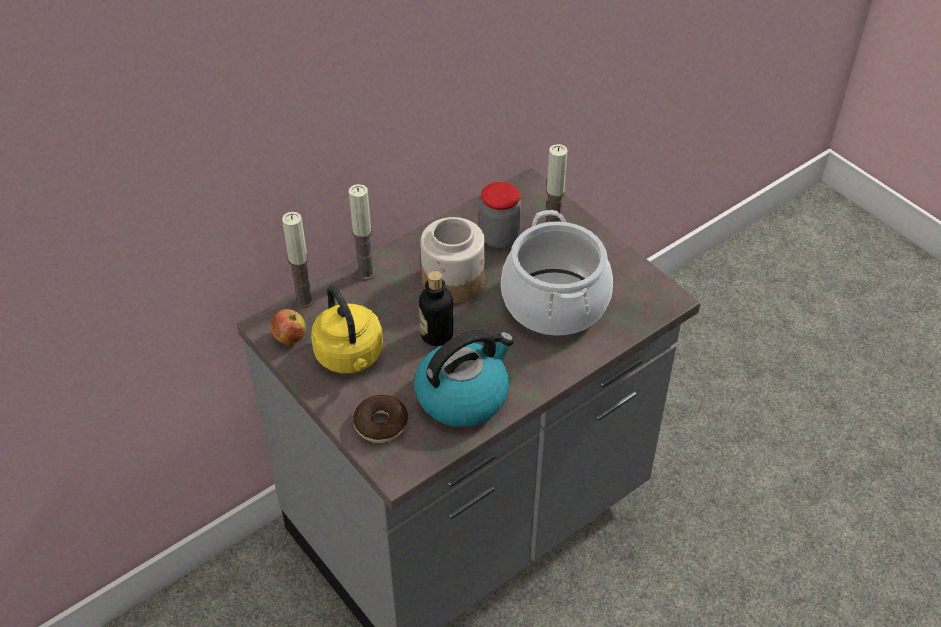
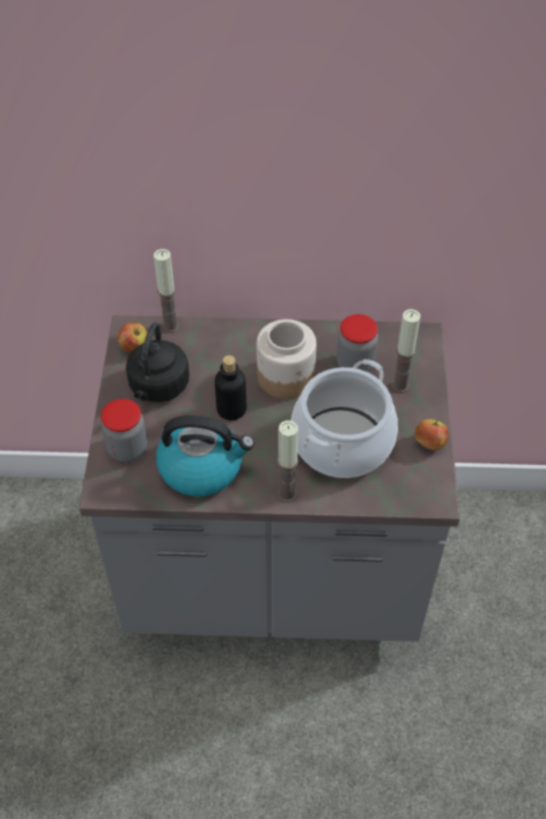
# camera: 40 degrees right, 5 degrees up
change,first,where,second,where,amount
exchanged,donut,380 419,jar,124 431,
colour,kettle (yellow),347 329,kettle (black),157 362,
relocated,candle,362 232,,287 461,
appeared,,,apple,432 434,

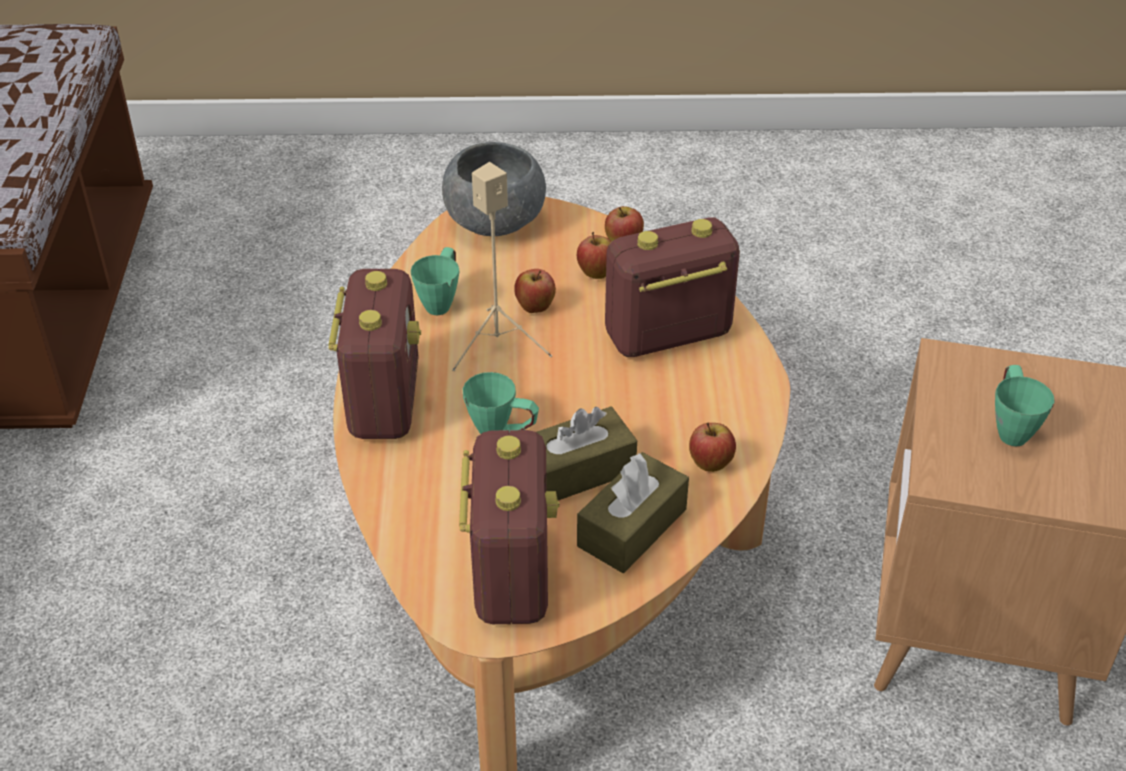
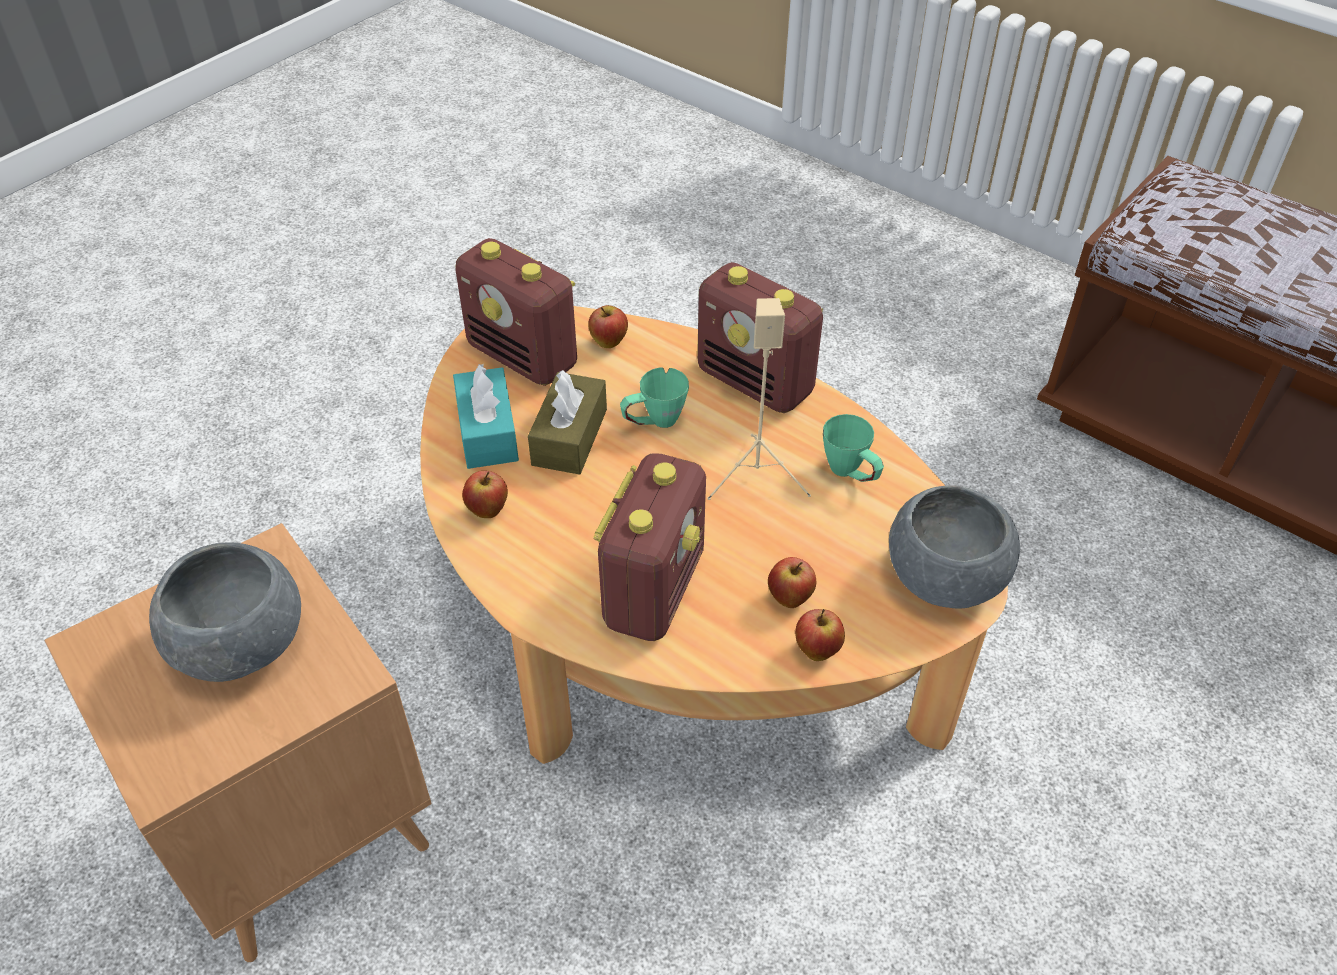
# camera: 130 degrees right, 5 degrees up
change,first,where,second,where,amount
exchanged,mug (green),1025 405,bowl (grey),225 612,
colour,tissue box (brown),633 512,tissue box (turquoise),486 416,
relocated,apple,535 291,,608 326,

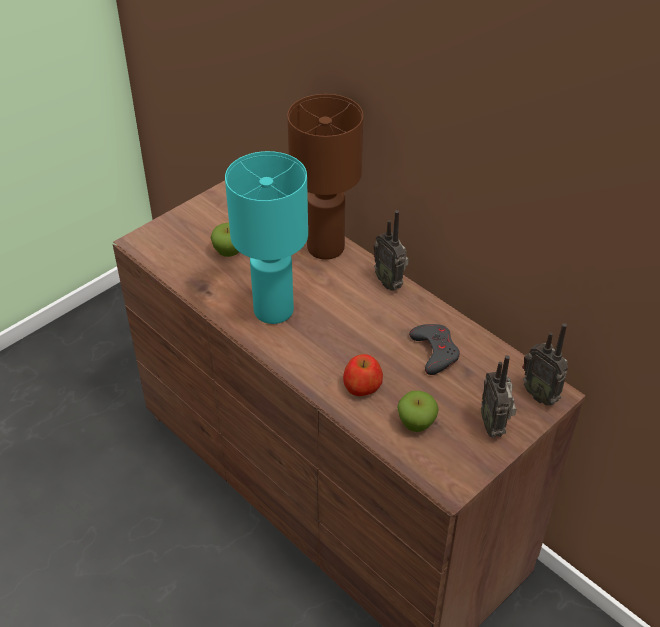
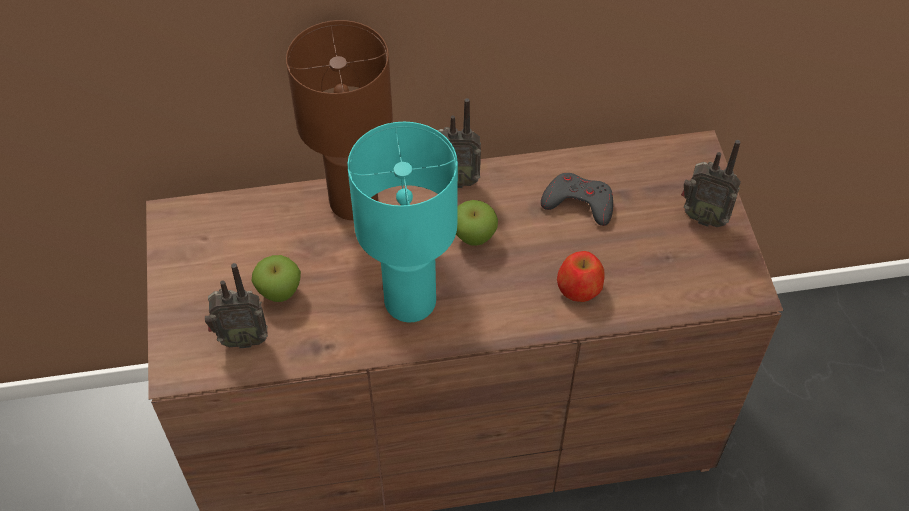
# camera: 55 degrees left, 10 degrees up
change,first,where,second,where,amount
relocated,radio,545 364,,236 305,
relocated,apple,418 411,,477 223,

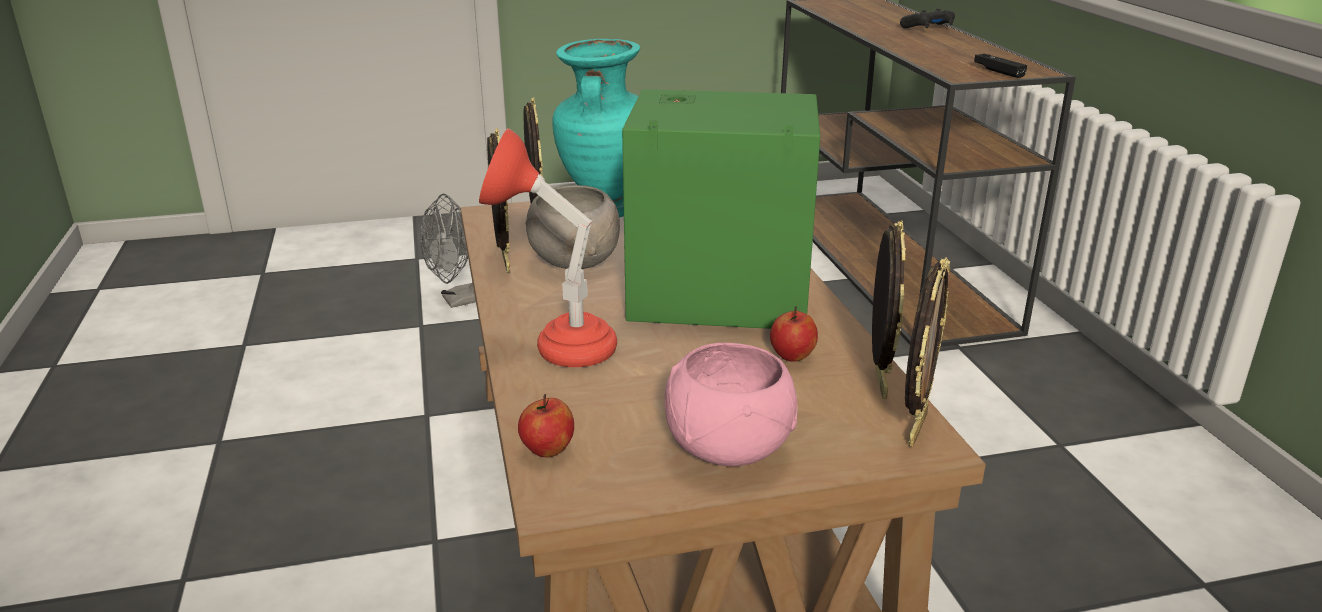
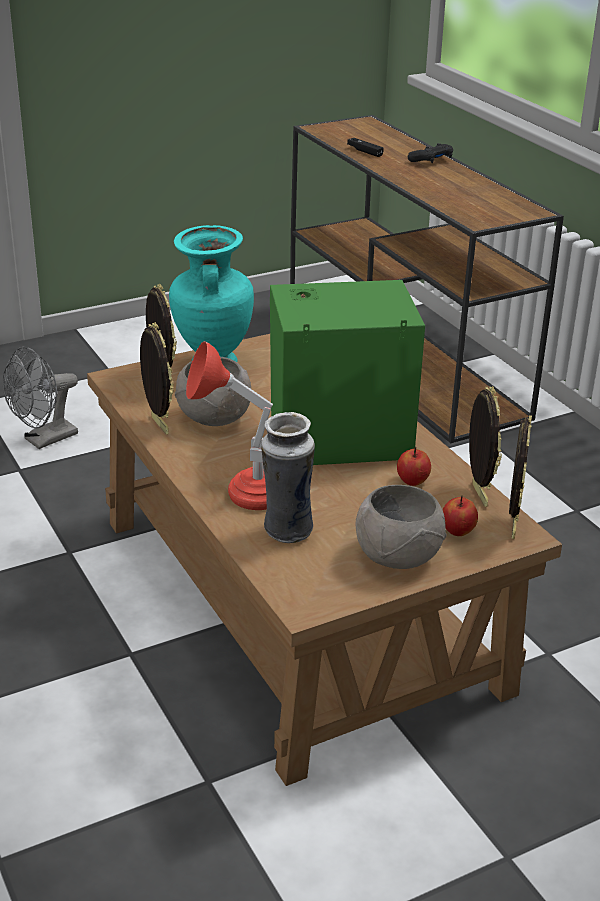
# camera: 15 degrees left, 5 degrees up
change,first,where,second,where,amount
appeared,,,vase,288 477,
relocated,game controller (black),1000 66,,365 147,
colour,bowl (pink),731 404,bowl (grey),401 527,
relocated,apple,546 425,,460 515,

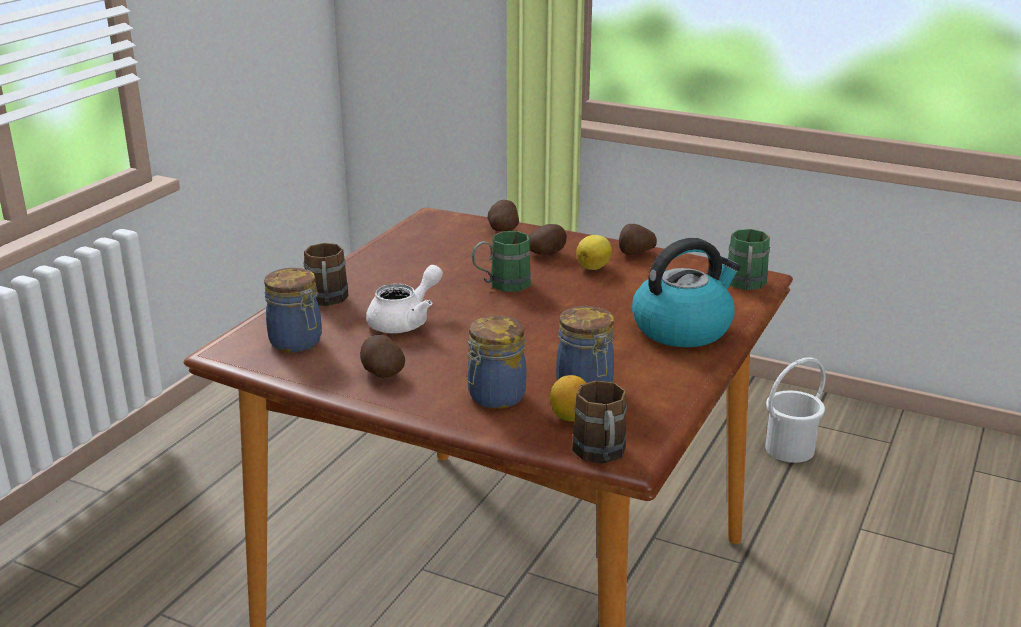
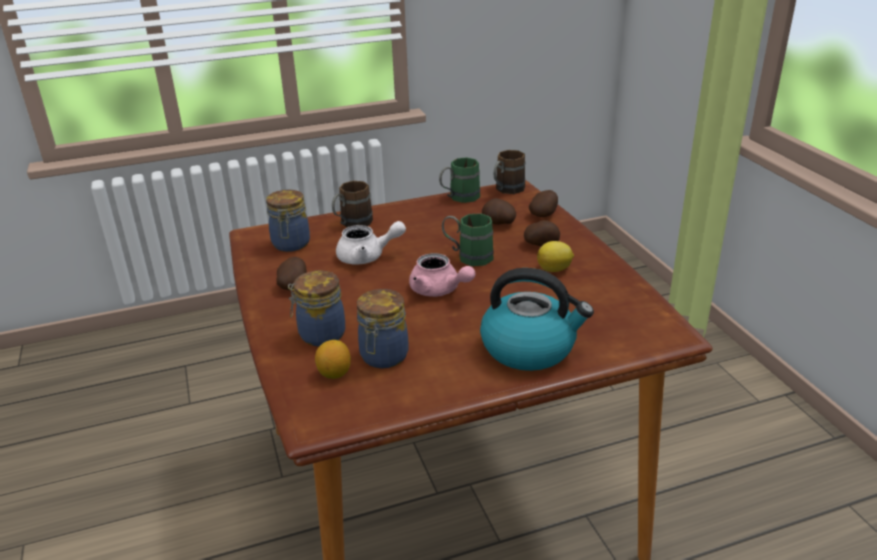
# camera: 45 degrees right, 5 degrees up
change,first,where,second,where,amount
appeared,,,teapot (pink),442 275,
relocated,mug (green),749 259,,459 180,
relocated,potato,638 239,,499 211,
relocated,mug (brown),599 422,,509 172,
missing,bucket (white),795 410,,,

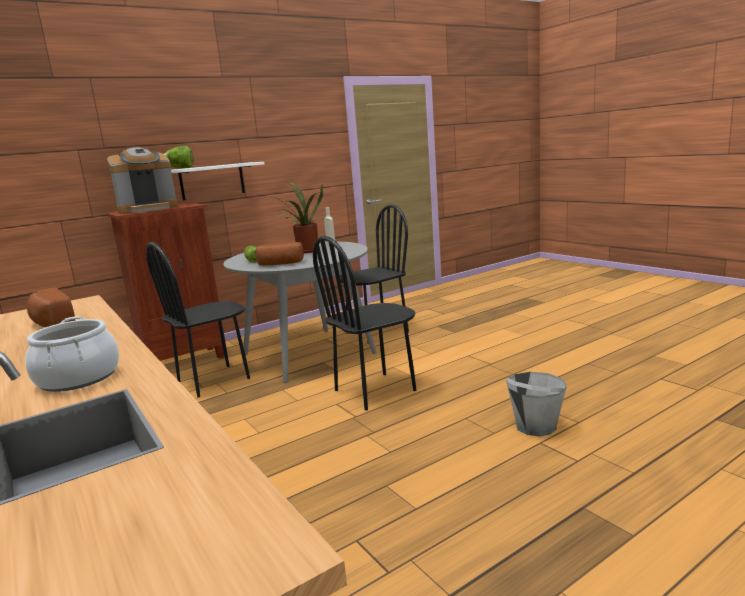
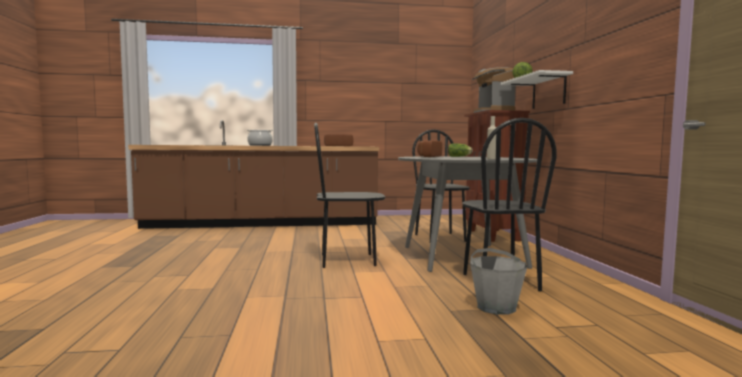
# camera: 115 degrees right, 10 degrees down
change,first,where,second,where,amount
spun,chair (black),364 323,,349 195,90 degrees counterclockwise
relocated,bucket (grey),536 404,,498 281,
missing,potted plant,300 217,,,

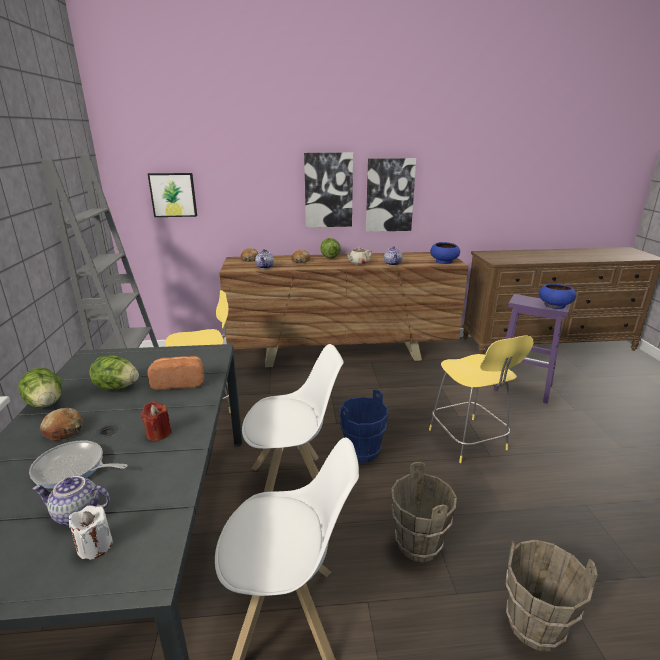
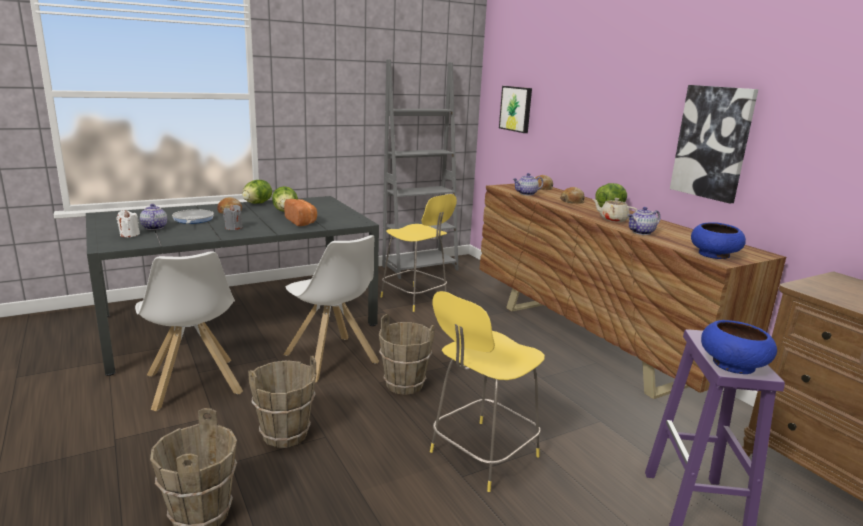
# camera: 65 degrees right, 5 degrees down
change,first,where,second,where,amount
colour,candle (red),156 421,candle (grey),232 217,
colour,bucket (blue),363 426,bucket (brown),407 354,
missing,picture,328 189,,,

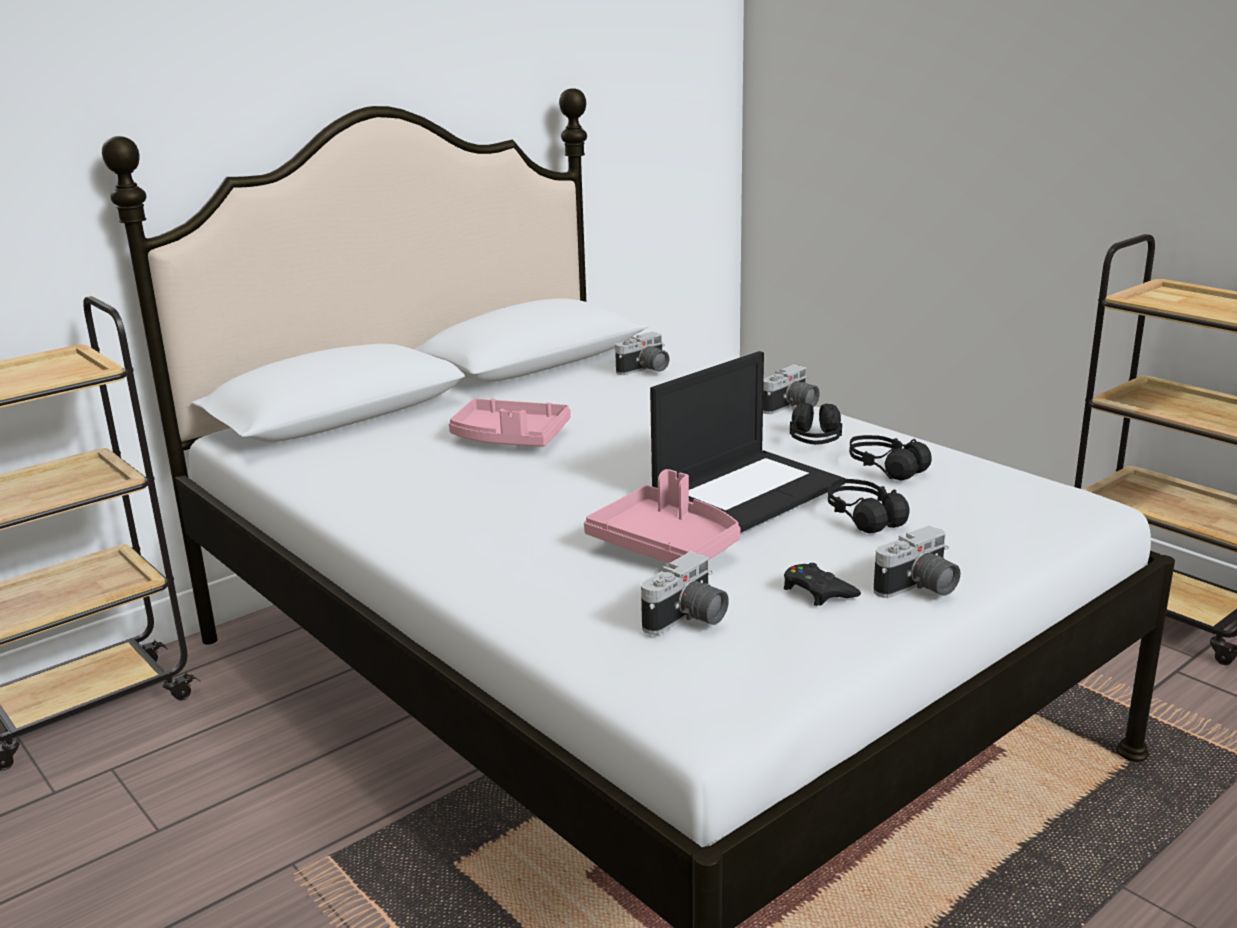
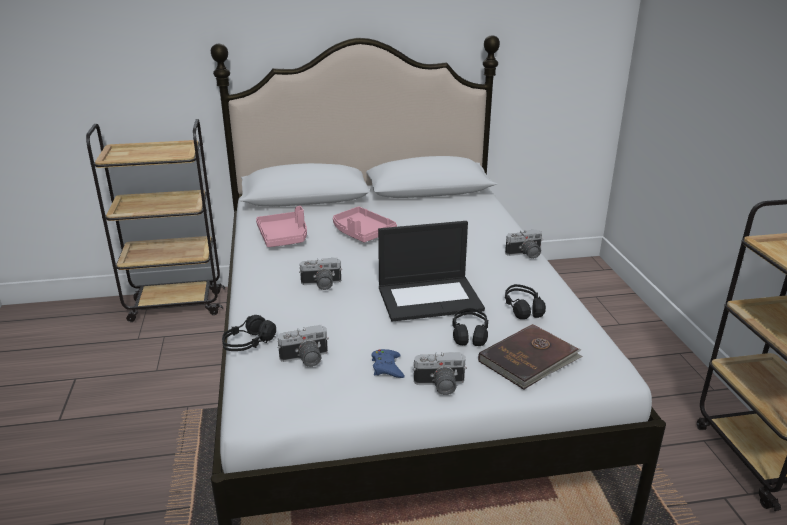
# camera: 30 degrees right, 5 degrees up
change,first,where,second,where,amount
relocated,headphones (black),816 424,,249 333,
relocated,tray (pink),662 516,,281 226,
relocated,photo camera,642 353,,320 274,
colour,game controller (black),822 584,game controller (blue),388 363,
appeared,,,book (brown),530 357,

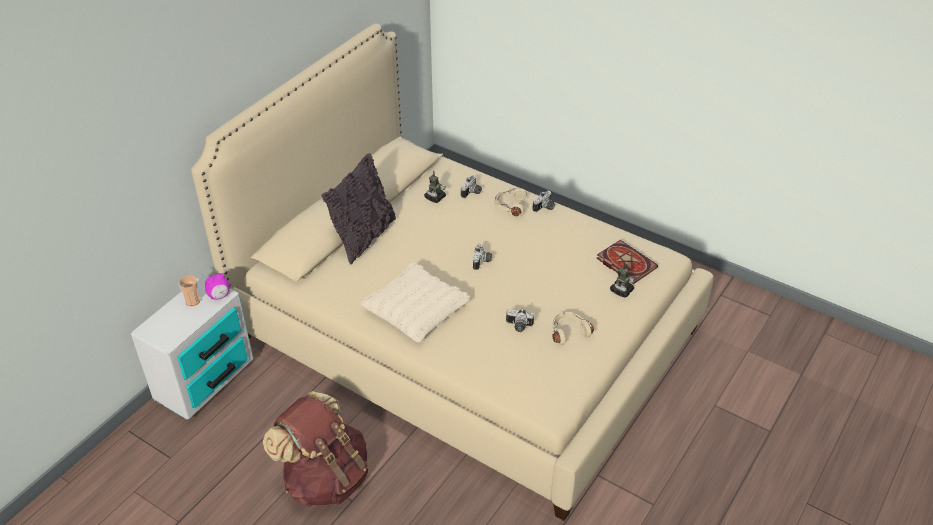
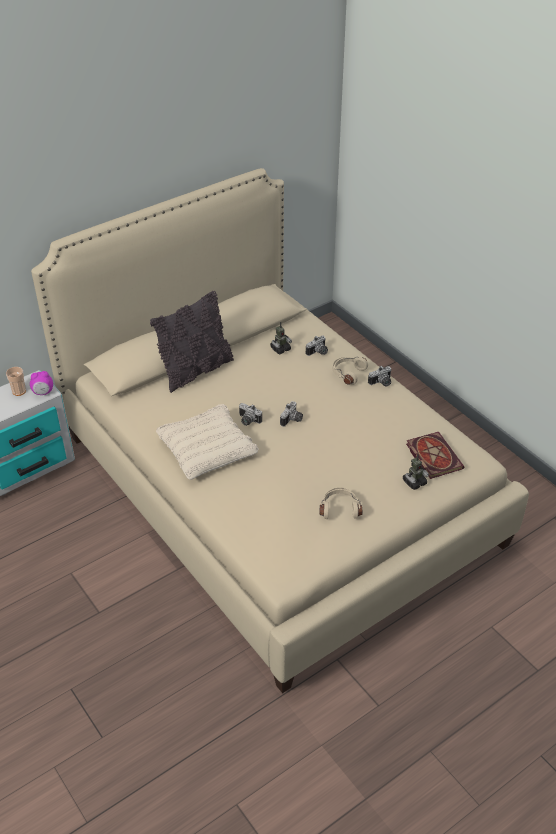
# camera: 20 degrees right, 0 degrees up
change,first,where,second,where,amount
relocated,photo camera,520 320,,250 414,
missing,backpack (brown),315 449,,,

